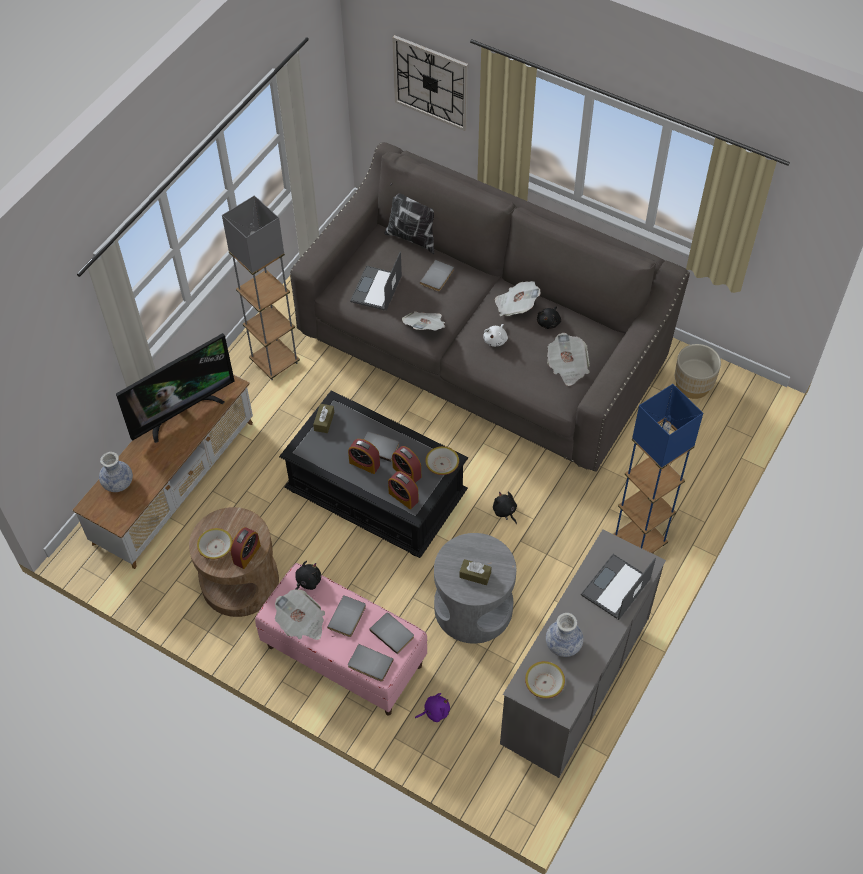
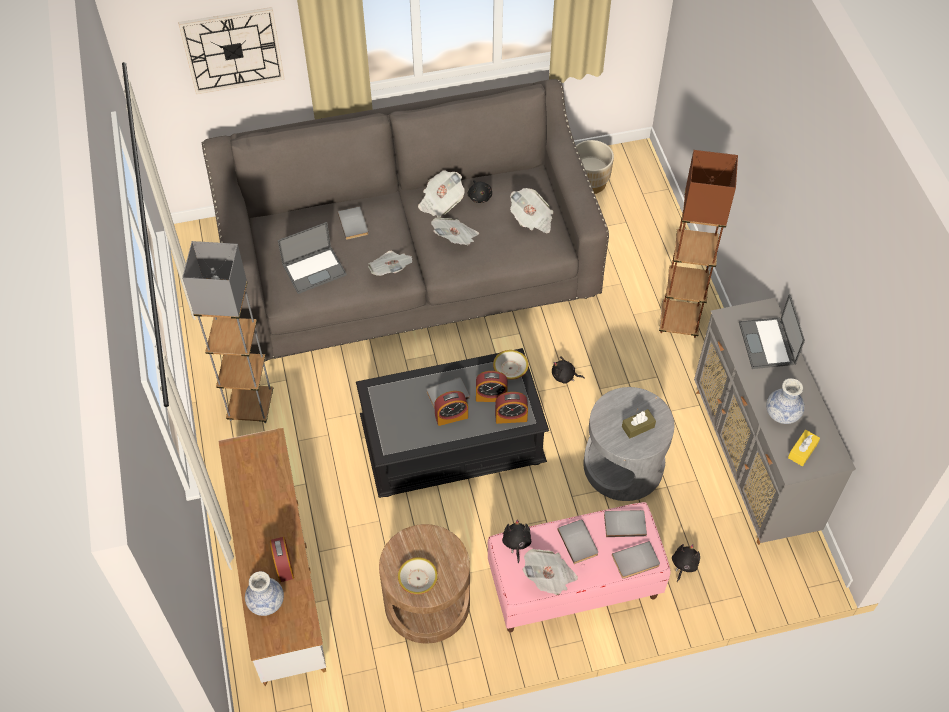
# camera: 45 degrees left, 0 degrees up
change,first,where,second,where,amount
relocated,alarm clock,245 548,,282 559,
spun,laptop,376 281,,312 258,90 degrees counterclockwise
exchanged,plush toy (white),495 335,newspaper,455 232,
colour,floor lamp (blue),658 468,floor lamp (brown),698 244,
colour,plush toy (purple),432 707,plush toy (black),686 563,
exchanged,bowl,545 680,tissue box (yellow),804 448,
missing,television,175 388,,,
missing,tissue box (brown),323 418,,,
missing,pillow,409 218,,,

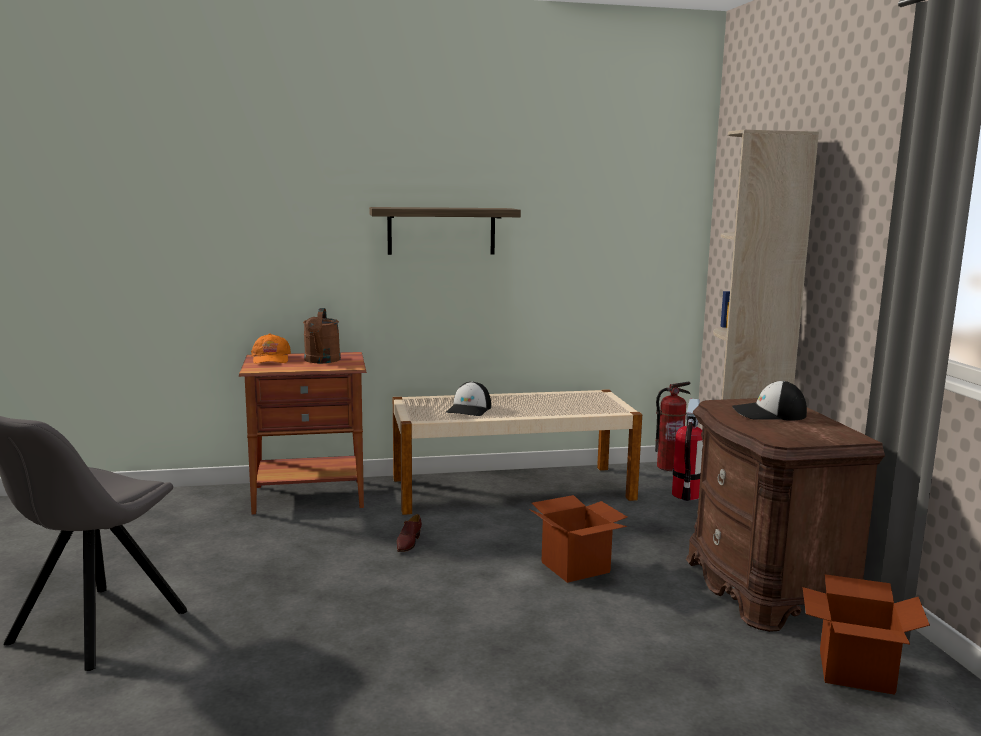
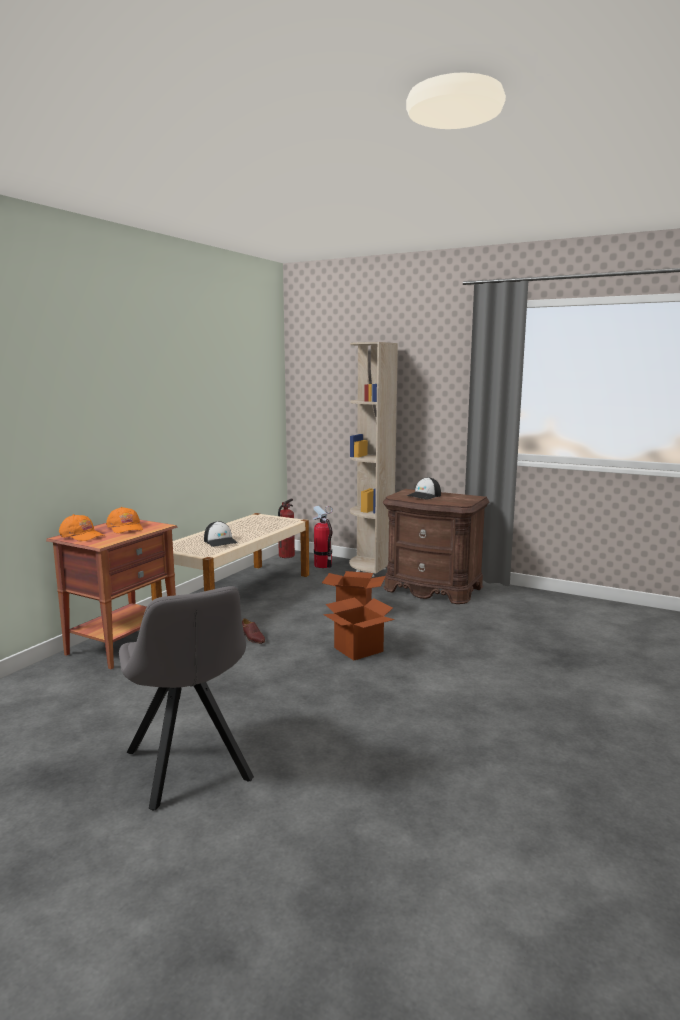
# camera: 50 degrees left, 0 degrees up
change,first,where,second,where,amount
exchanged,watering can (brown),322 335,cap (orange),124 520,
relocated,cardboard box,866 634,,358 629,
missing,shelf,445 231,,,

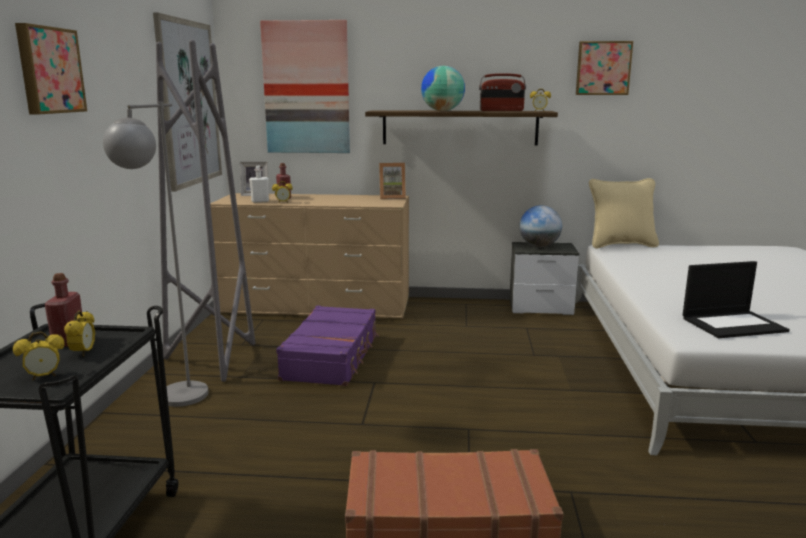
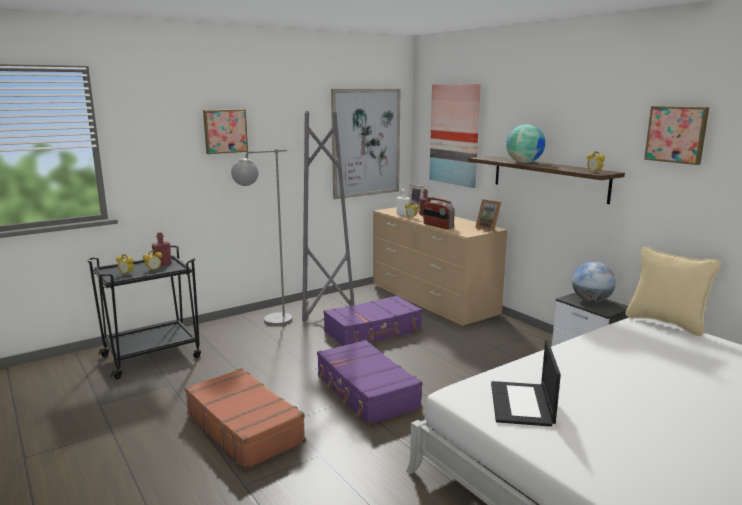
# camera: 50 degrees right, 0 degrees up
change,first,where,second,where,amount
appeared,,,suitcase (purple),369 382,
relocated,radio,502 92,,439 213,
spun,laptop,736 299,,526 383,60 degrees clockwise

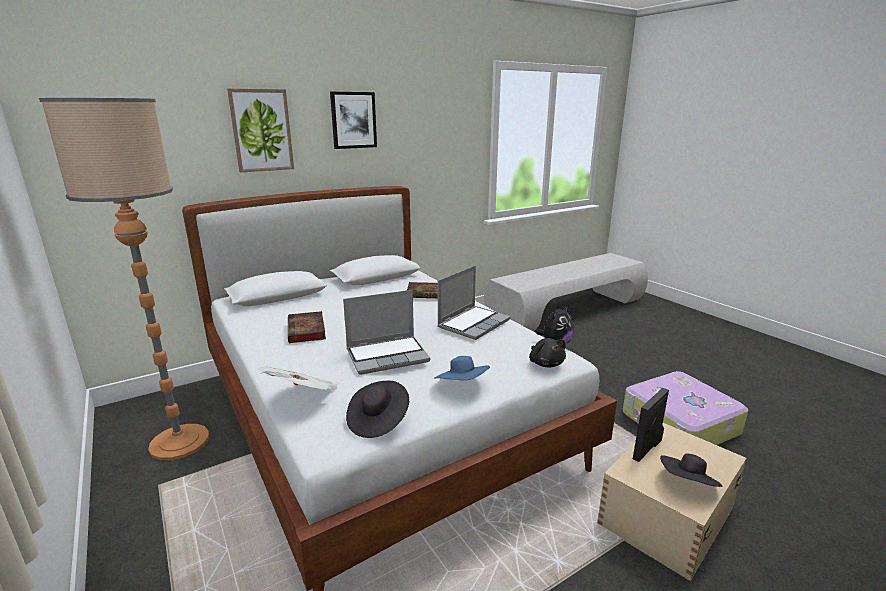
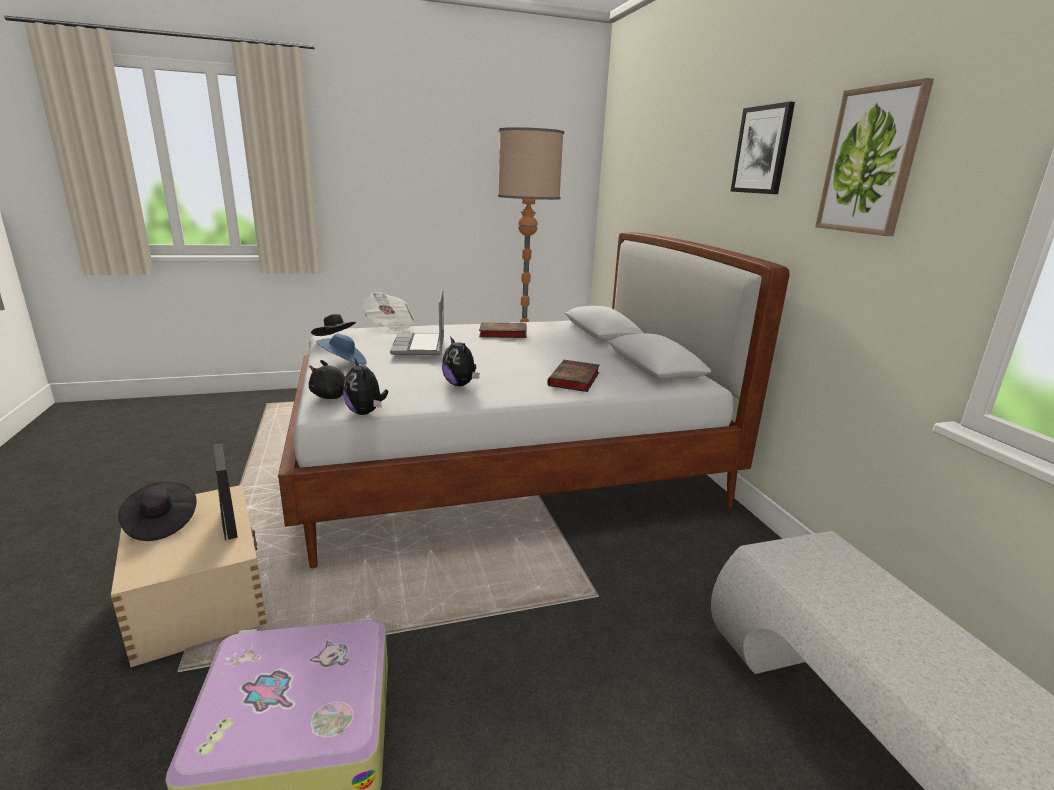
# camera: 105 degrees right, 0 degrees up
change,first,where,second,where,amount
exchanged,laptop,474 302,plush toy,461 361,
relocated,picture,260 130,,874 157,

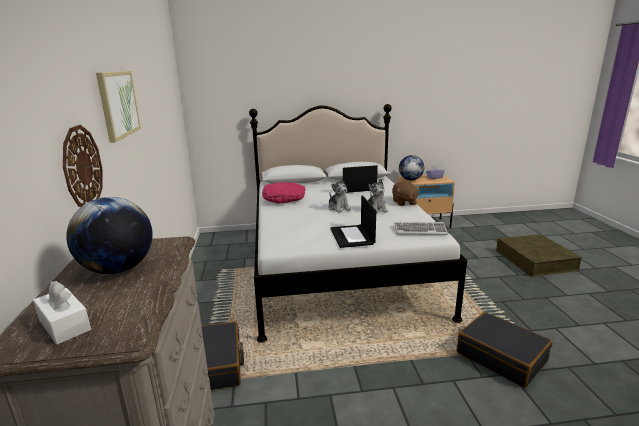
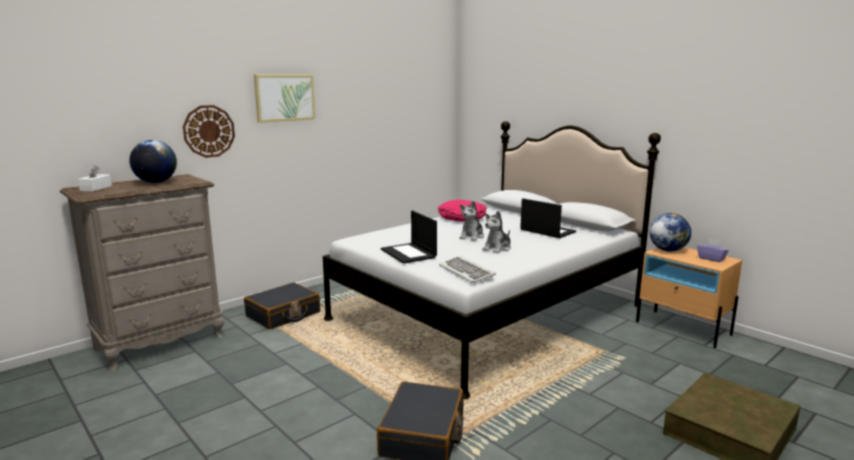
# camera: 55 degrees right, 5 degrees down
change,first,where,second,where,amount
spun,laptop,353 222,,409 237,75 degrees counterclockwise
missing,plush toy (brown),406 193,,,

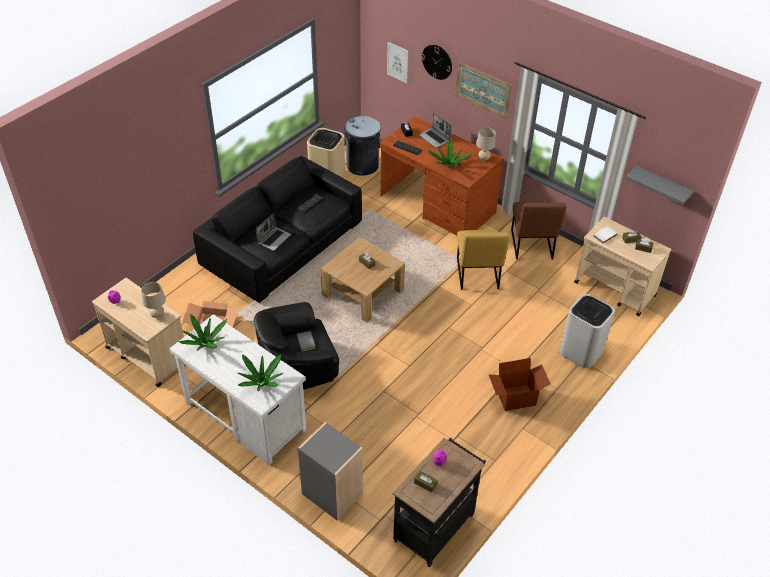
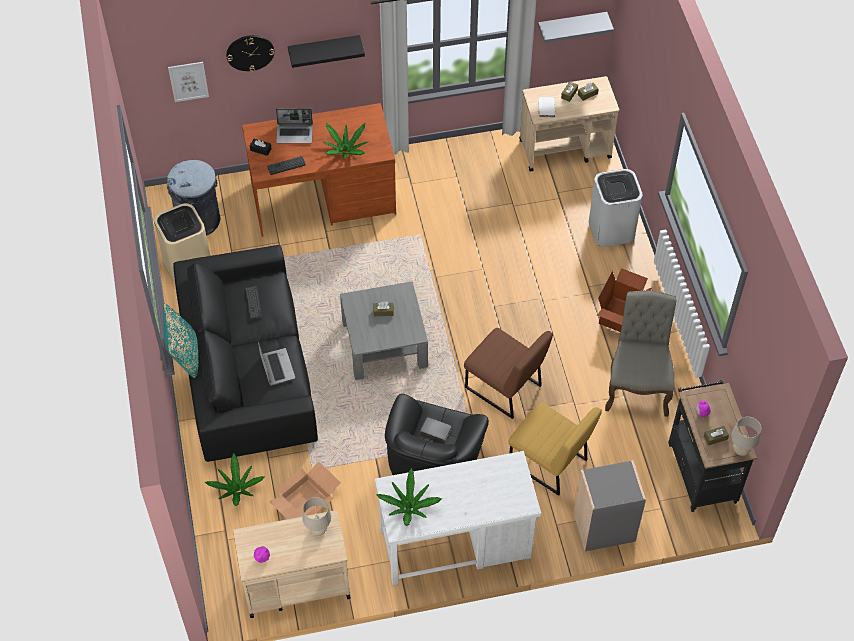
# camera: 50 degrees left, 10 degrees up
change,first,where,second,where,amount
appeared,,,pillow (turquoise),181 341,
relocated,potted plant,260 372,,235 479,
exchanged,picture,483 90,shelf (black),326 51,
colour,coffee table (brown),363 279,coffee table (grey),384 330,
relocated,chair (brown),539 231,,508 373,
relocated,chair (yellow),483 260,,555 449,
appeared,,,chair (grey),640 353,
relocated,table lamp (beige),486 144,,746 436,

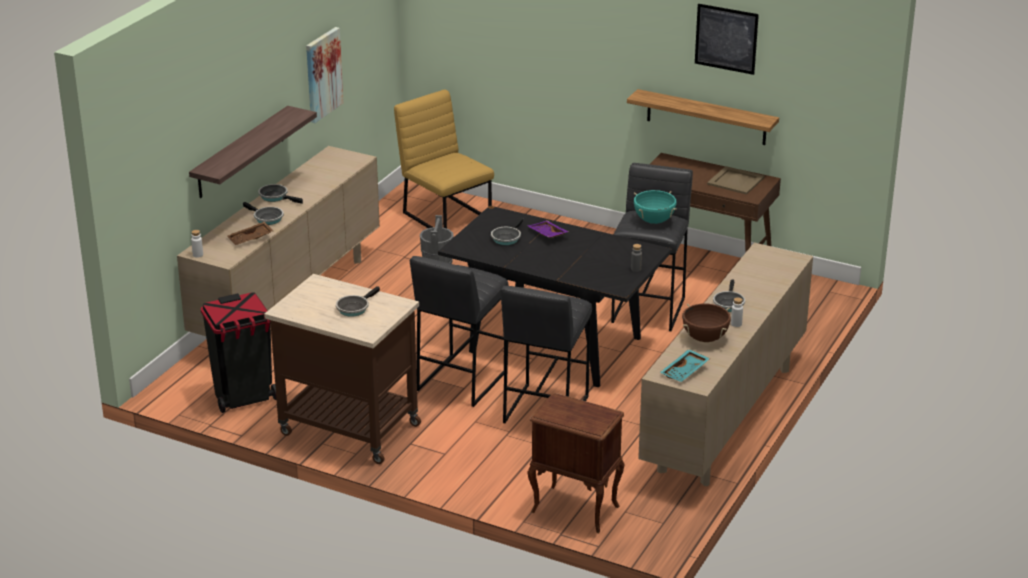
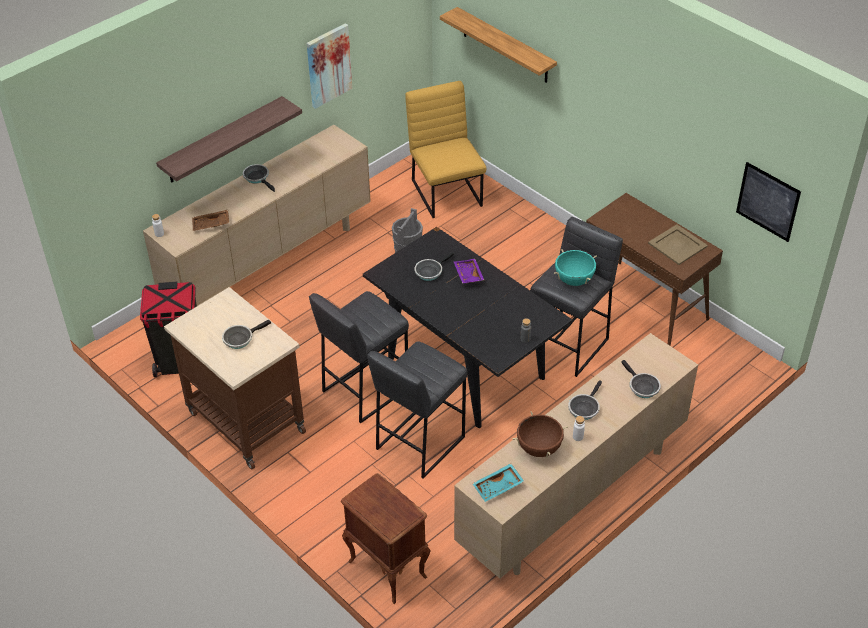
# camera: 20 degrees right, 15 degrees up
change,first,where,second,where,amount
relocated,shelf,703 117,,498 45,
relocated,frying pan,263 213,,641 379,
relocated,picture,727 39,,768 202,

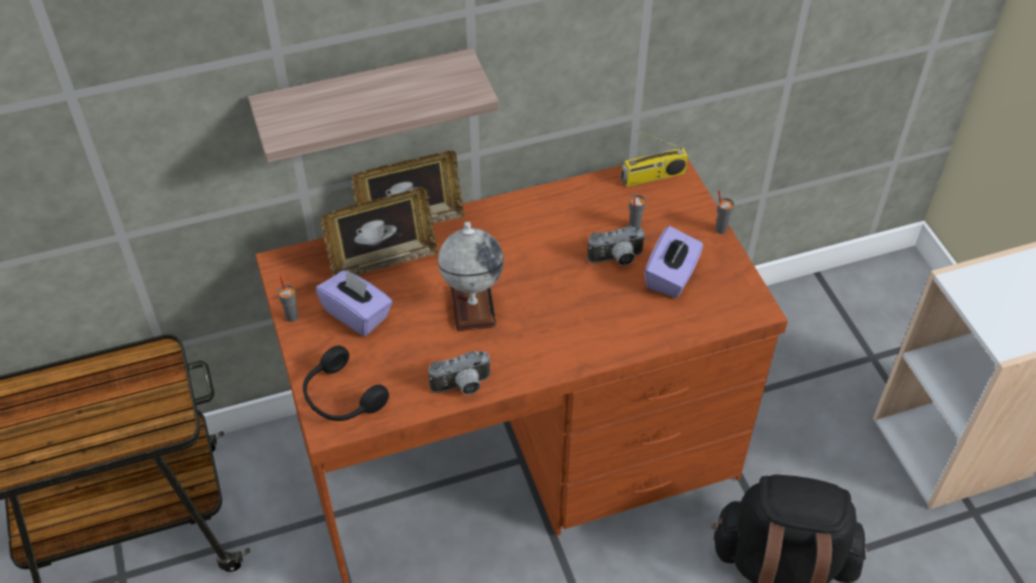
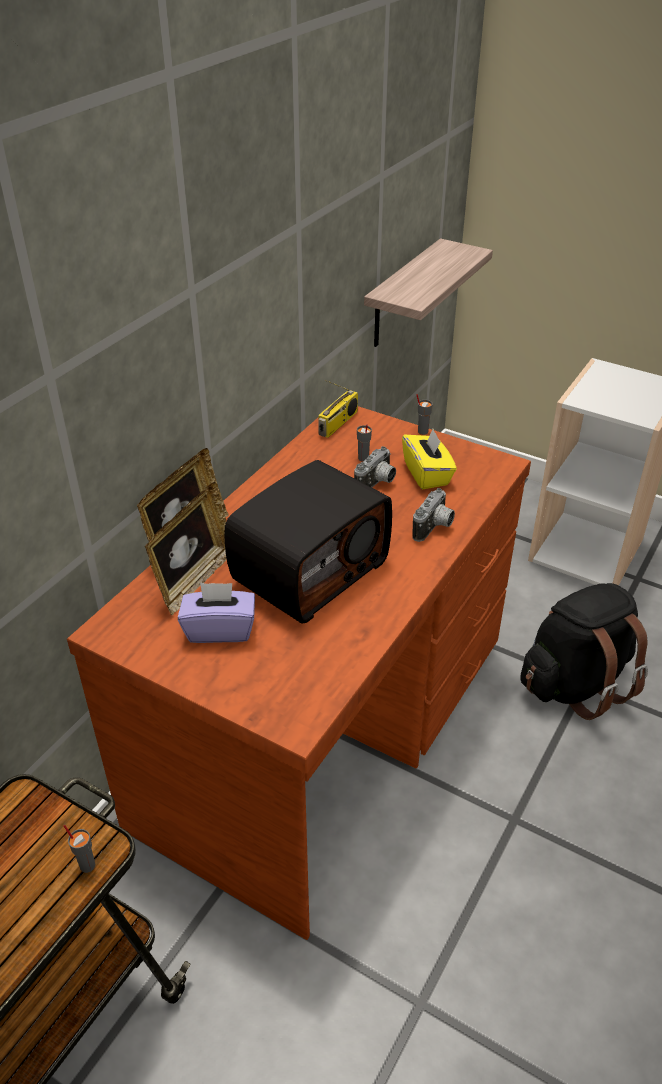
# camera: 40 degrees left, 10 degrees down
change,first,where,second,where,amount
relocated,cup (grey),288 299,,79 849,
exchanged,globe,471 276,radio,308 541,
relocated,shelf,373 105,,428 292,
colour,tissue box (purple),674 262,tissue box (yellow),429 459,
relocated,photo camera,459 373,,433 515,
missing,headphones (black),346 383,,,

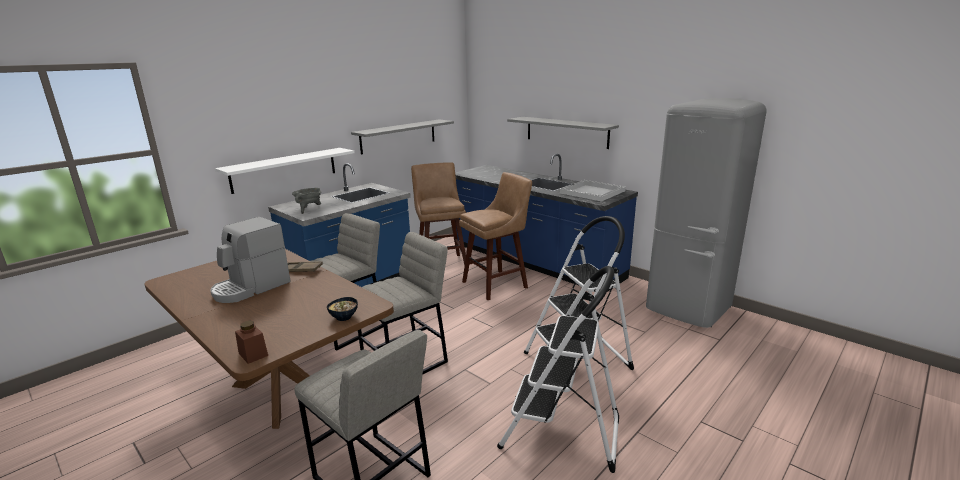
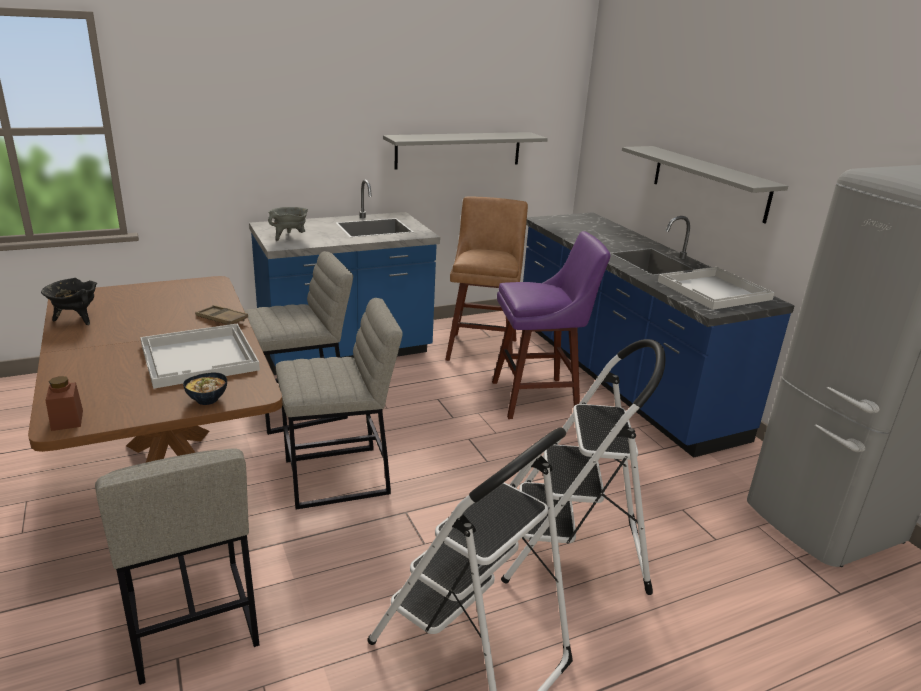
# camera: 20 degrees right, 5 degrees up
change,first,where,second,where,amount
appeared,,,cooking pot (black),69 301,
appeared,,,tray (white),200 356,
colour,stool (brown),495 236,stool (purple),551 325,
missing,coffee machine,250 260,,,
missing,shelf (white),285 171,,,

